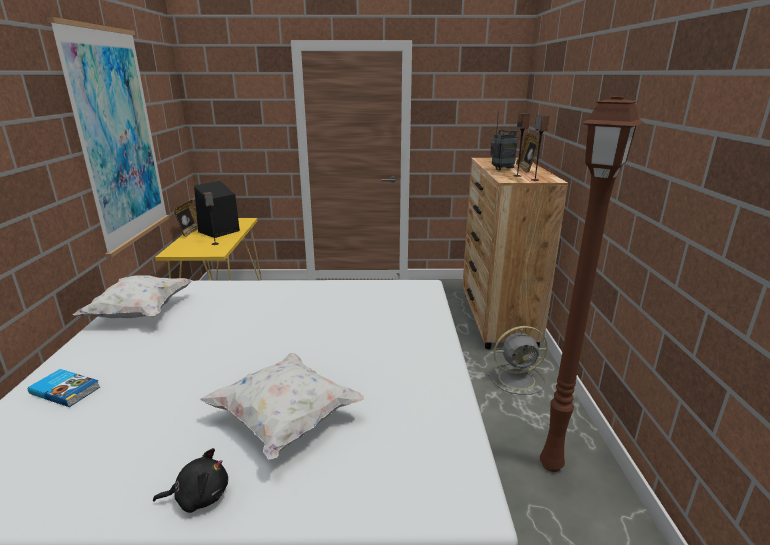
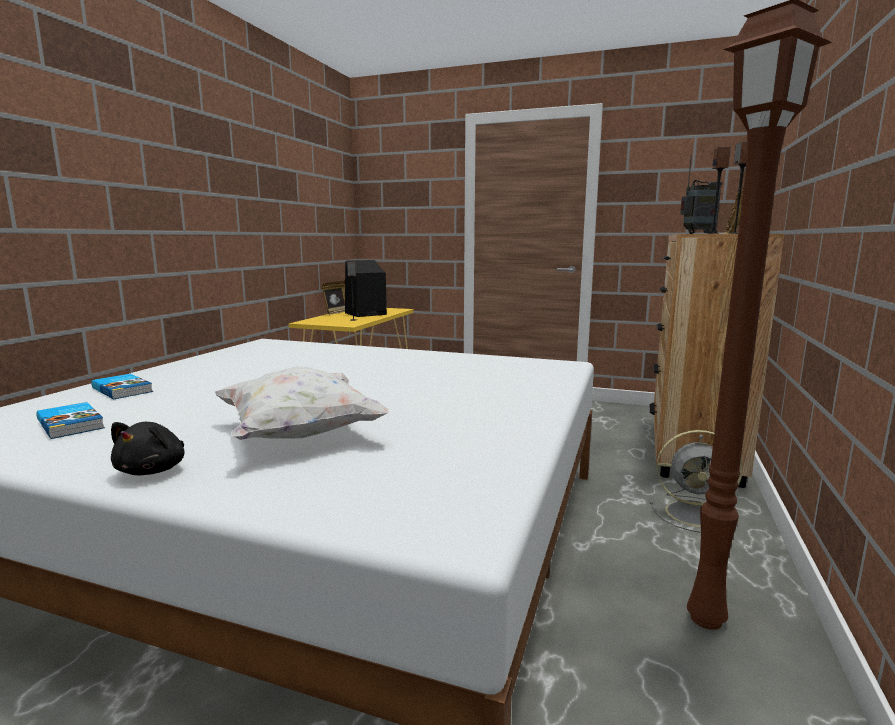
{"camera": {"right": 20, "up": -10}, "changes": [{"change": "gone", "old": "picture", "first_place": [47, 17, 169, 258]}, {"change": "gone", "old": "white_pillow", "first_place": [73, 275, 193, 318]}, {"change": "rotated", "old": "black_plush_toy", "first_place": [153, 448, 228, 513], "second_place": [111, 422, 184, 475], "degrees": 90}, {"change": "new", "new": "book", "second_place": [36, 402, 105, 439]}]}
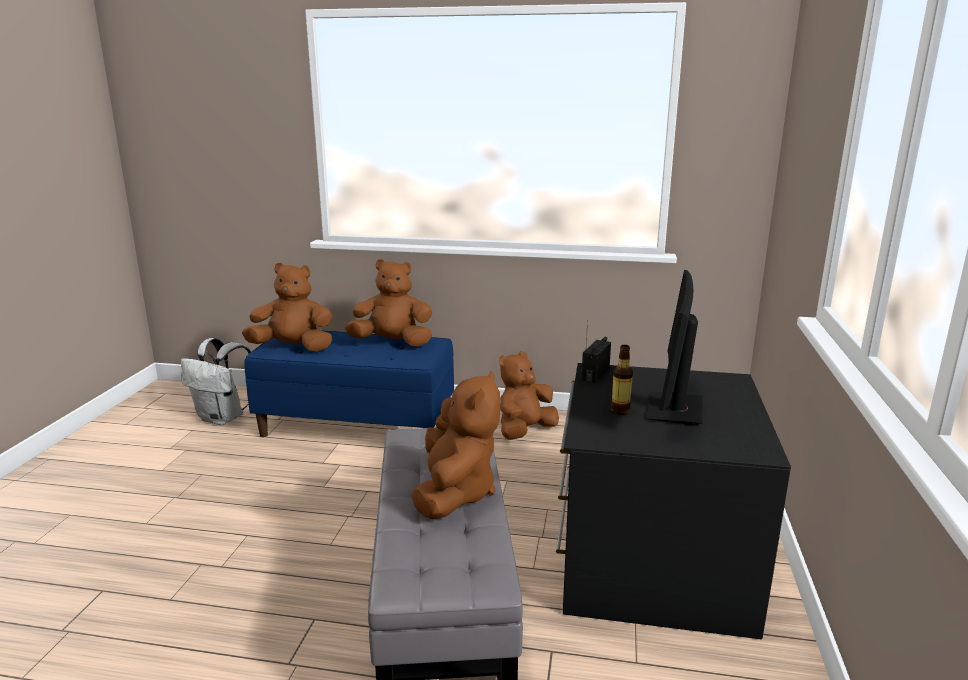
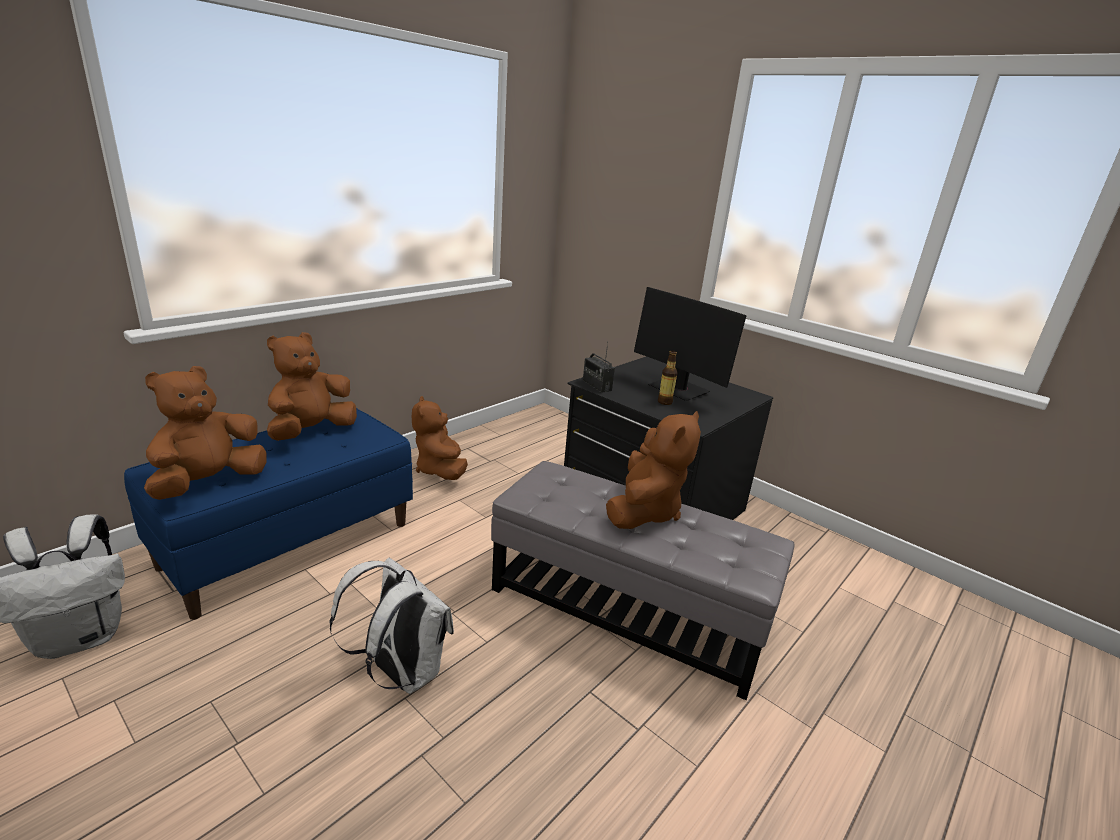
{"camera": {"right": -60, "up": 5}, "changes": [{"change": "rotated", "old": "brown_plush_toy", "first_place": [412, 370, 500, 519], "second_place": [606, 411, 701, 529], "degrees": 75}, {"change": "new", "new": "white_backpack", "second_place": [329, 557, 454, 694]}]}
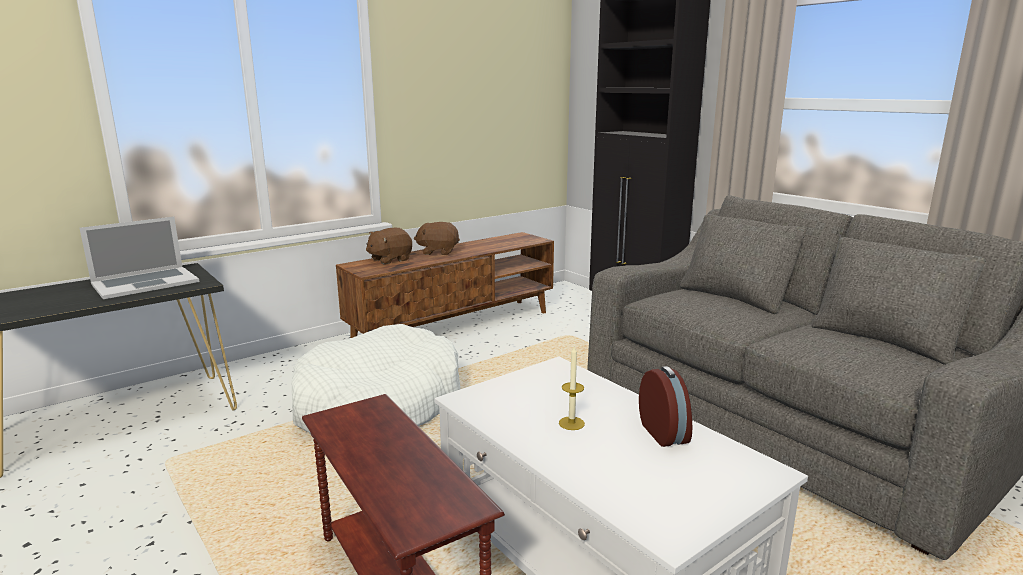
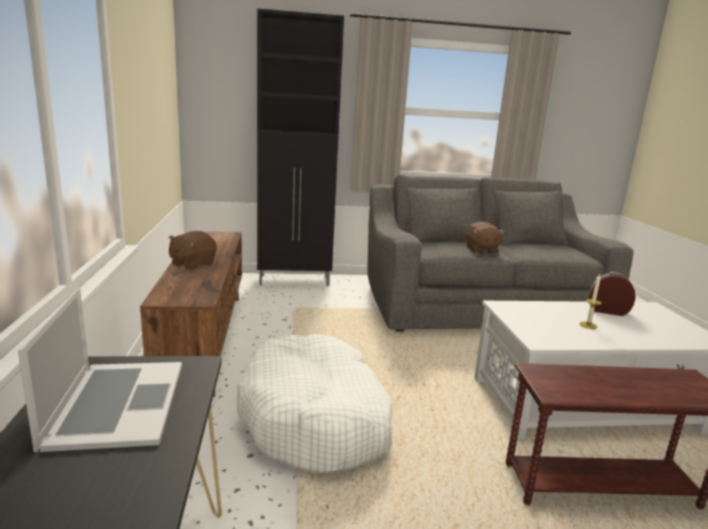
{"camera": {"right": -60, "up": 0}, "changes": [{"change": "shifted", "old": "brown_plush_toy", "first_place": [366, 228, 412, 265], "second_place": [466, 221, 505, 254]}]}
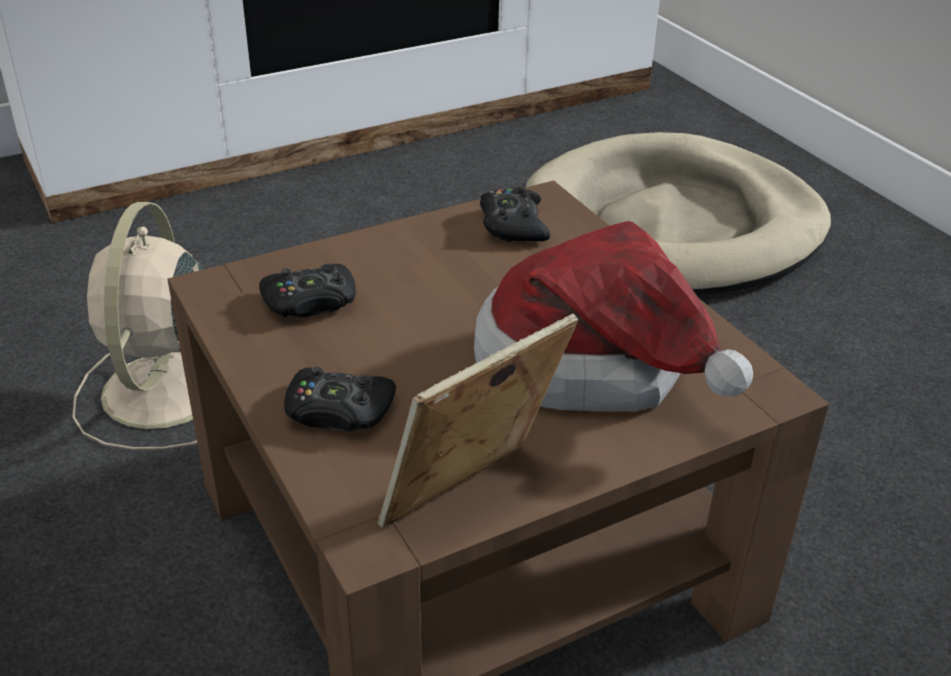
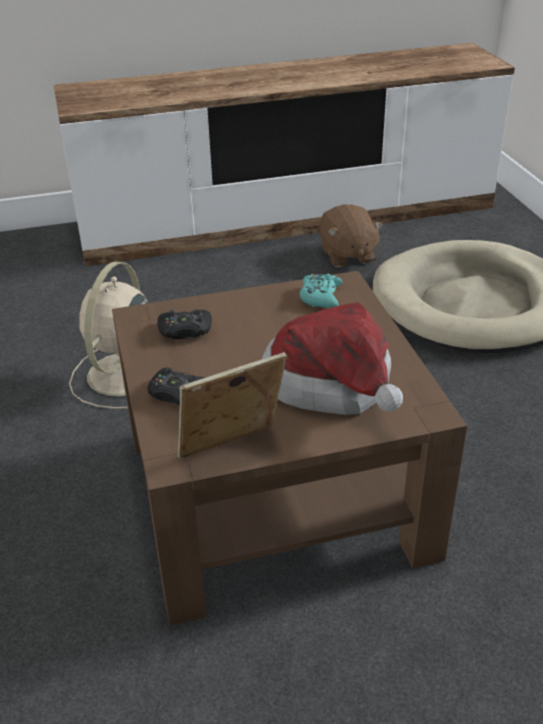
{"camera": {"right": 15, "up": 0}, "changes": [{"change": "repainted", "old": "black_game_controller", "new": "turquoise_game_controller", "first_place": [480, 187, 551, 242], "second_place": [300, 274, 343, 308]}, {"change": "new", "new": "brown_plush_toy", "second_place": [319, 204, 383, 268]}]}
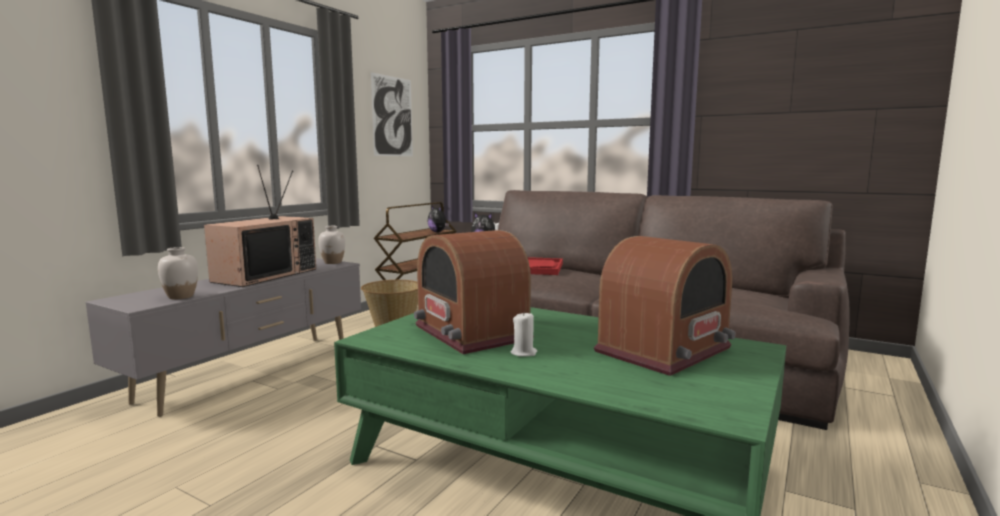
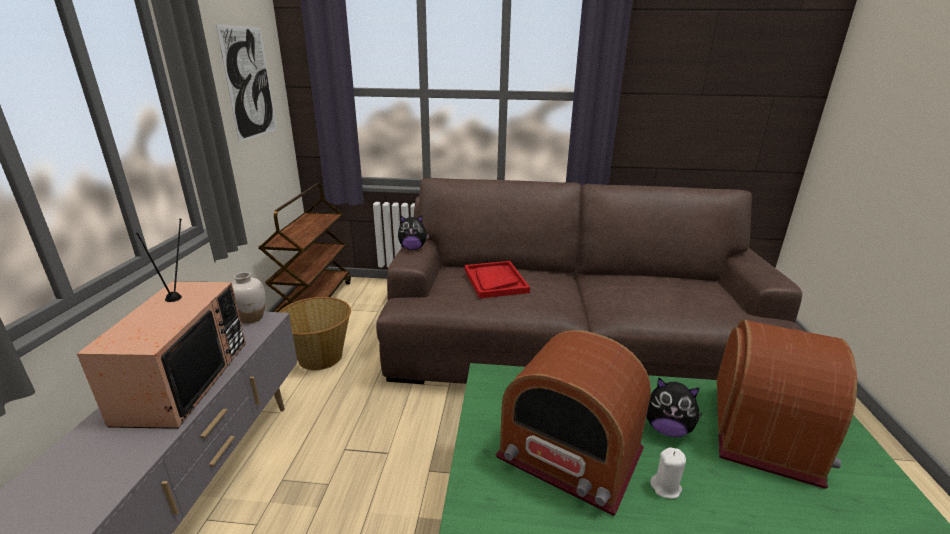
{"camera": {"right": -25, "up": 15}, "changes": [{"change": "gone", "old": "white_vase", "first_place": [158, 247, 198, 300]}, {"change": "shifted", "old": "plush_toy", "first_place": [427, 205, 449, 232], "second_place": [646, 378, 703, 437]}]}
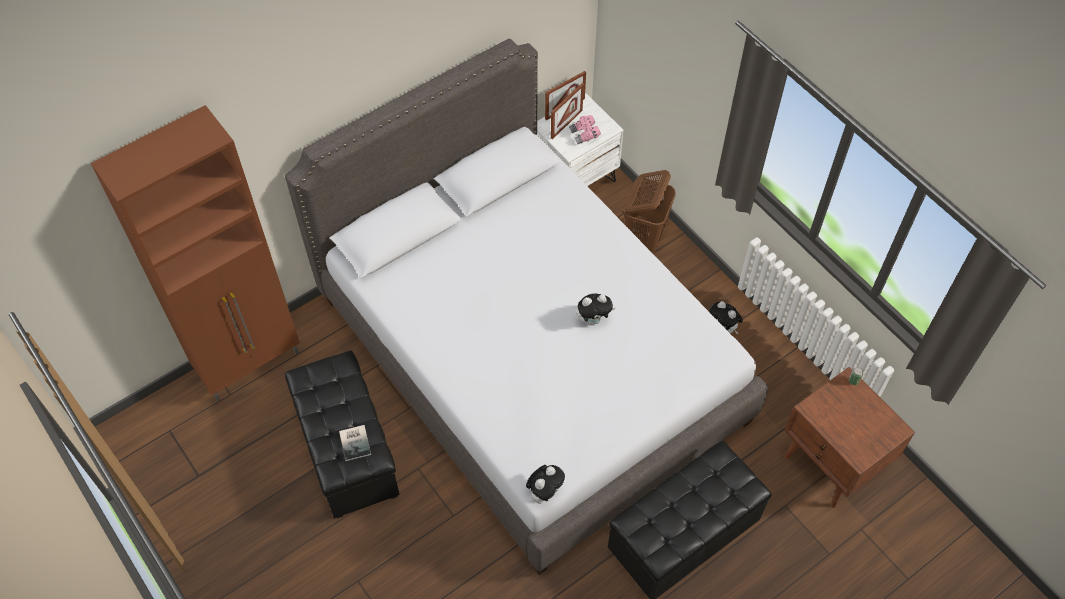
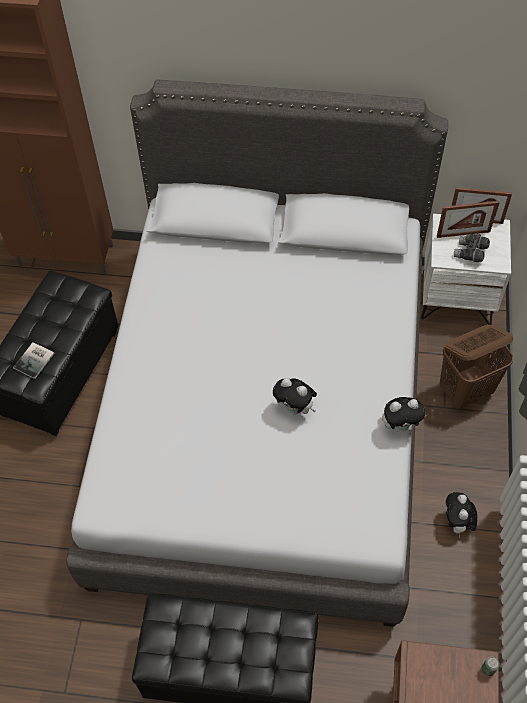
{"camera": {"right": 45, "up": 0}, "changes": [{"change": "shifted", "old": "plush_toy", "first_place": [526, 465, 565, 504], "second_place": [382, 397, 427, 432]}, {"change": "repainted", "old": "pink_binoculars", "new": "grey_binoculars", "first_place": [569, 115, 601, 144], "second_place": [454, 234, 490, 262]}]}
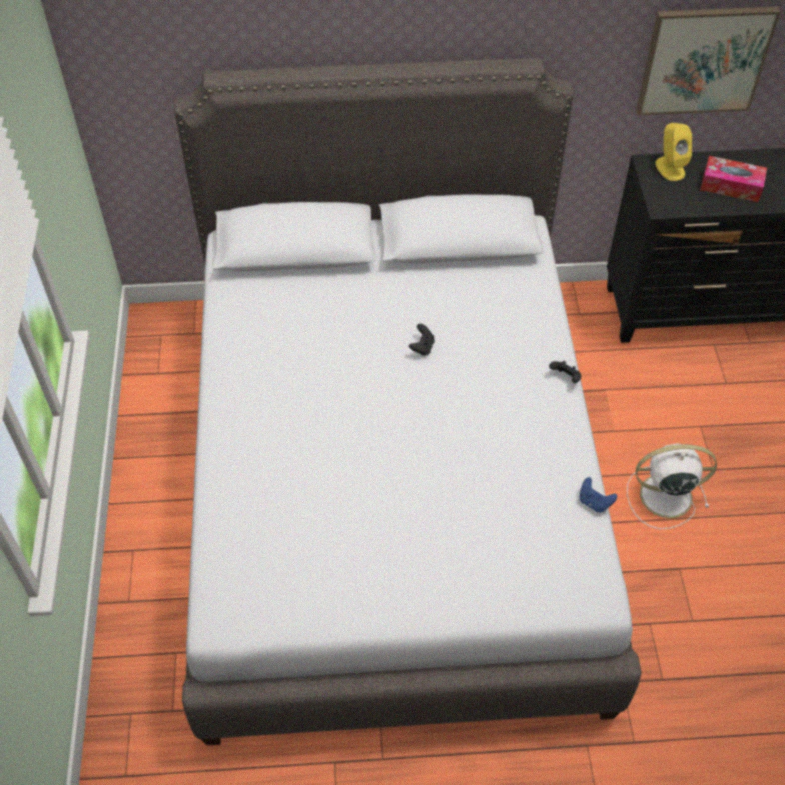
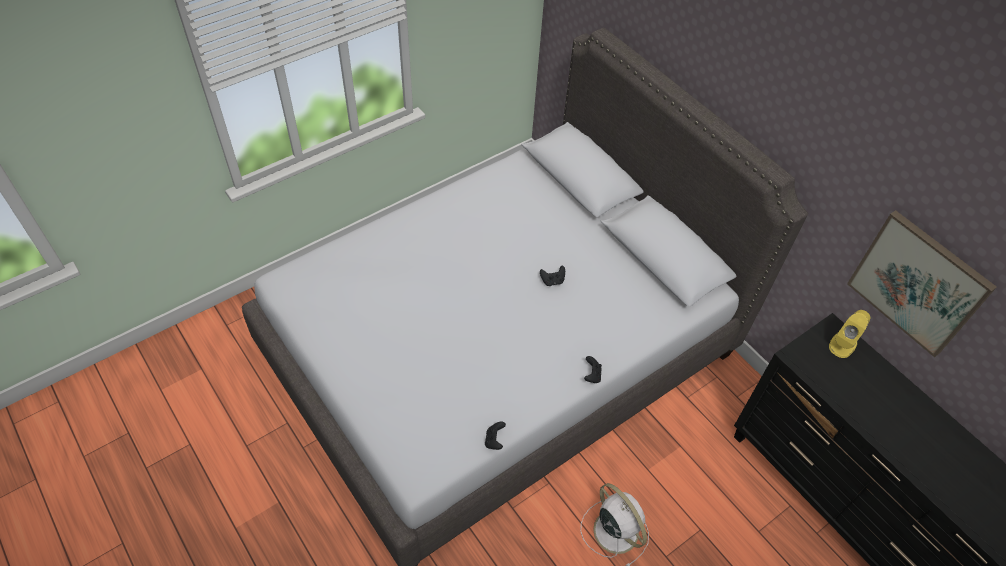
{"camera": {"right": 55, "up": 0}, "changes": [{"change": "repainted", "old": "blue_game_controller", "new": "black_game_controller", "first_place": [580, 477, 617, 513], "second_place": [485, 421, 506, 450]}, {"change": "gone", "old": "tissue_box", "first_place": [700, 156, 767, 202]}]}
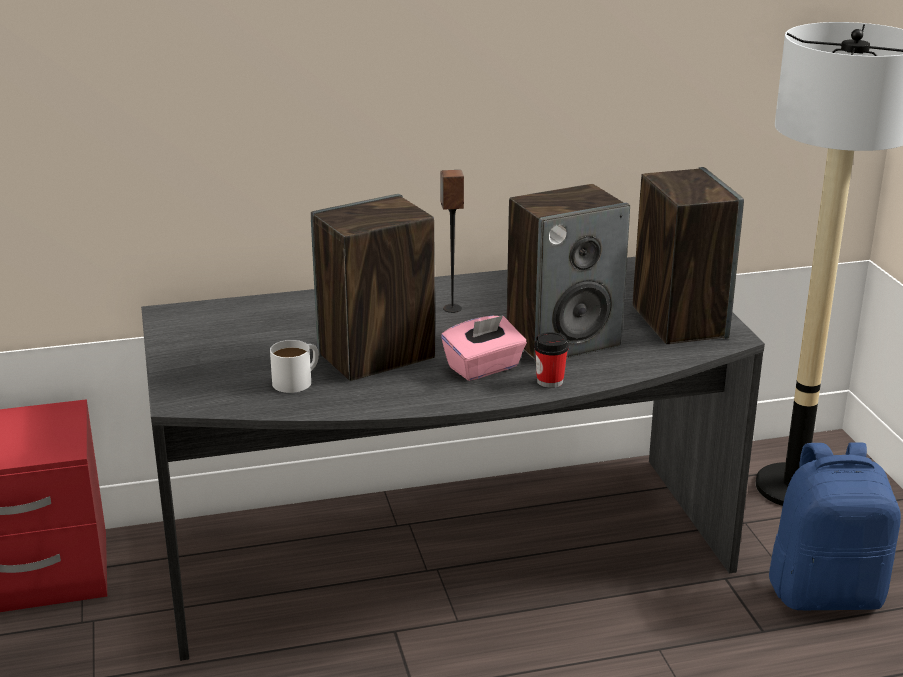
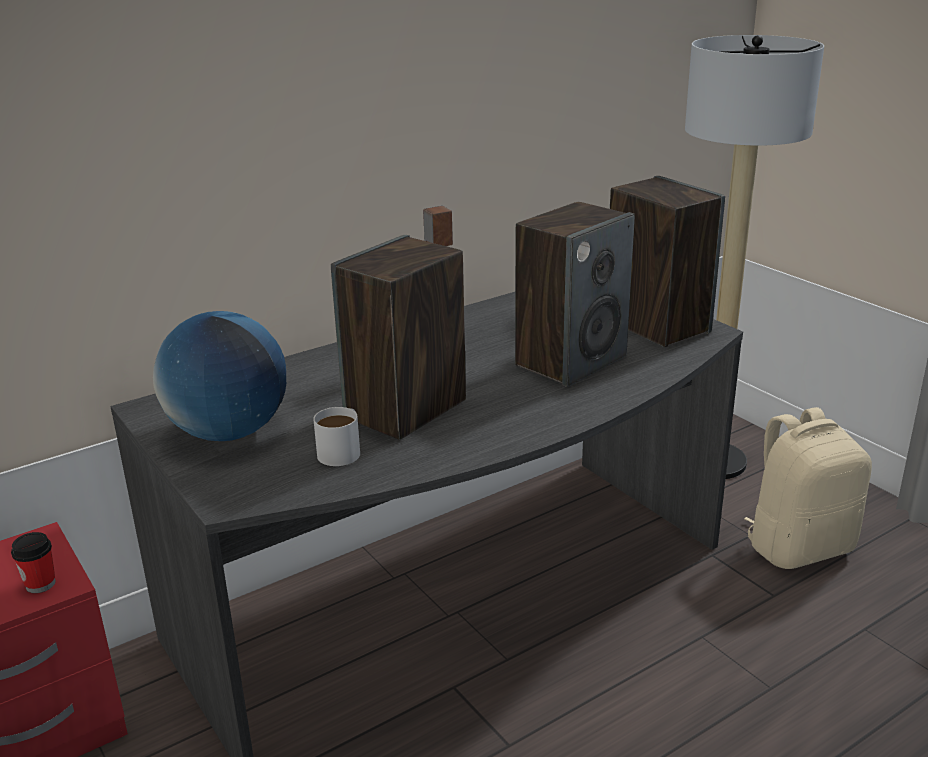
{"camera": {"right": -20, "up": 0}, "changes": [{"change": "gone", "old": "pink_tissue_box", "first_place": [441, 315, 527, 381]}, {"change": "shifted", "old": "cup", "first_place": [534, 332, 569, 388], "second_place": [11, 532, 56, 593]}, {"change": "repainted", "old": "blue_backpack", "new": "beige_backpack", "first_place": [769, 442, 901, 610], "second_place": [744, 407, 872, 569]}, {"change": "new", "new": "globe", "second_place": [153, 311, 286, 441]}]}
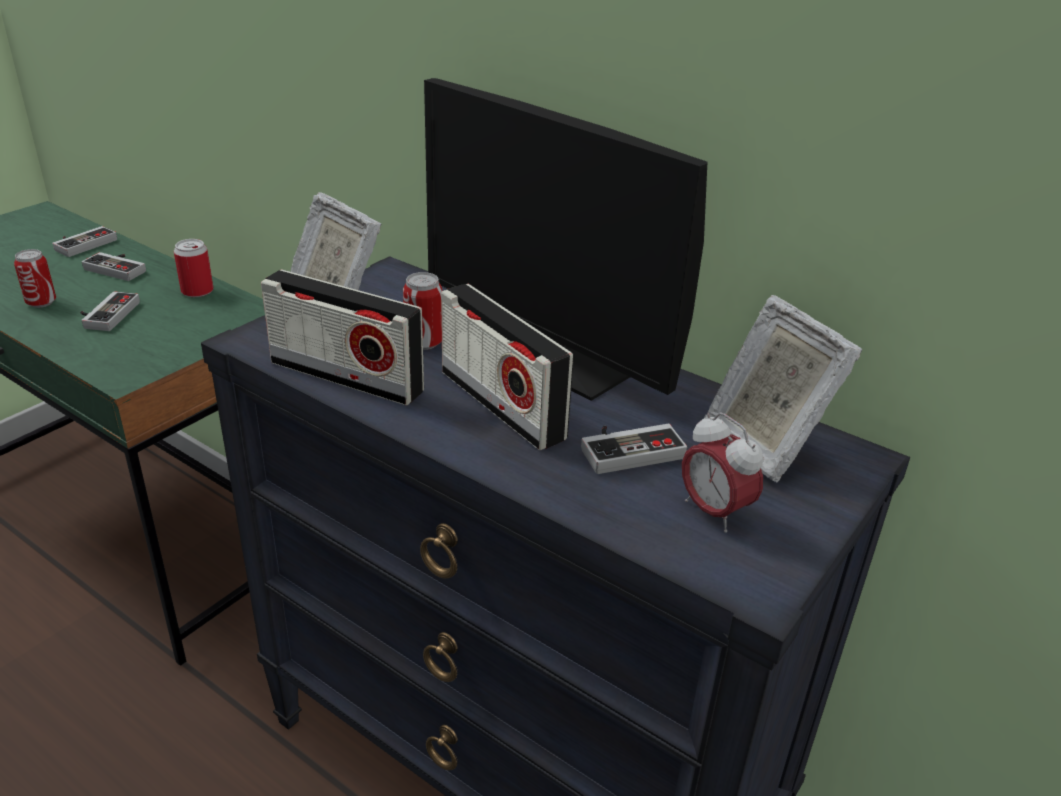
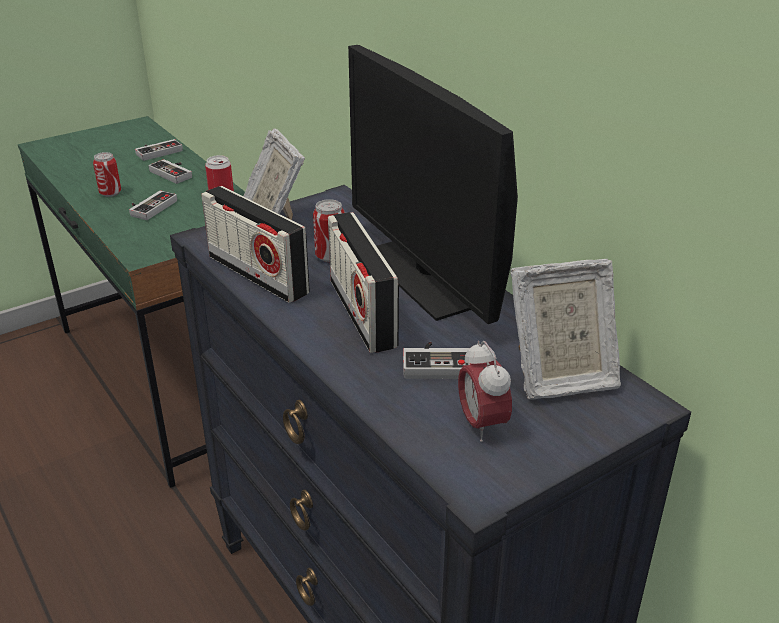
{"camera": {"right": 20, "up": 0}, "changes": [{"change": "rotated", "old": "picture_frame", "first_place": [704, 295, 863, 482], "second_place": [510, 259, 621, 400], "degrees": -90}]}
